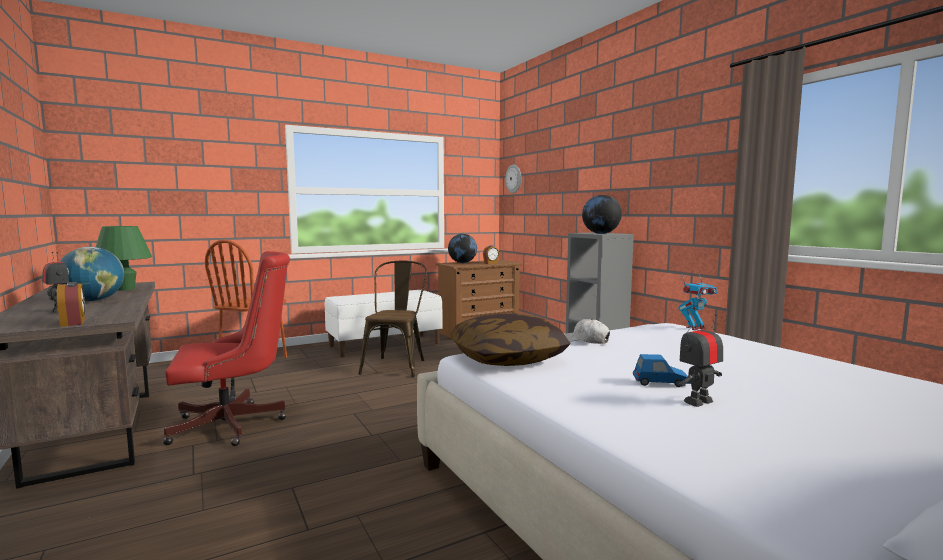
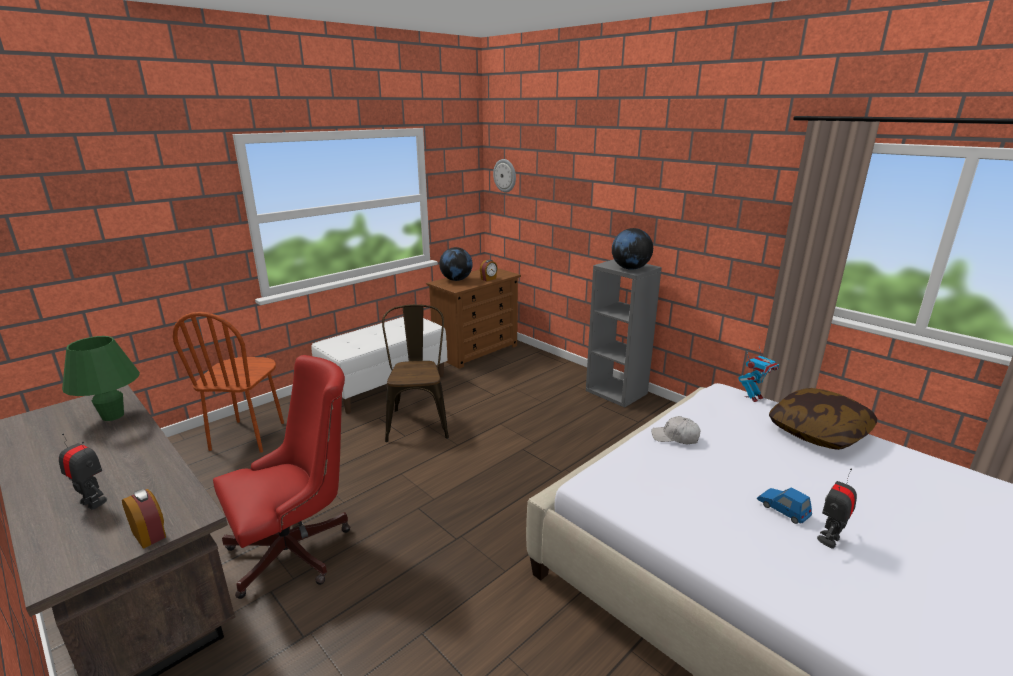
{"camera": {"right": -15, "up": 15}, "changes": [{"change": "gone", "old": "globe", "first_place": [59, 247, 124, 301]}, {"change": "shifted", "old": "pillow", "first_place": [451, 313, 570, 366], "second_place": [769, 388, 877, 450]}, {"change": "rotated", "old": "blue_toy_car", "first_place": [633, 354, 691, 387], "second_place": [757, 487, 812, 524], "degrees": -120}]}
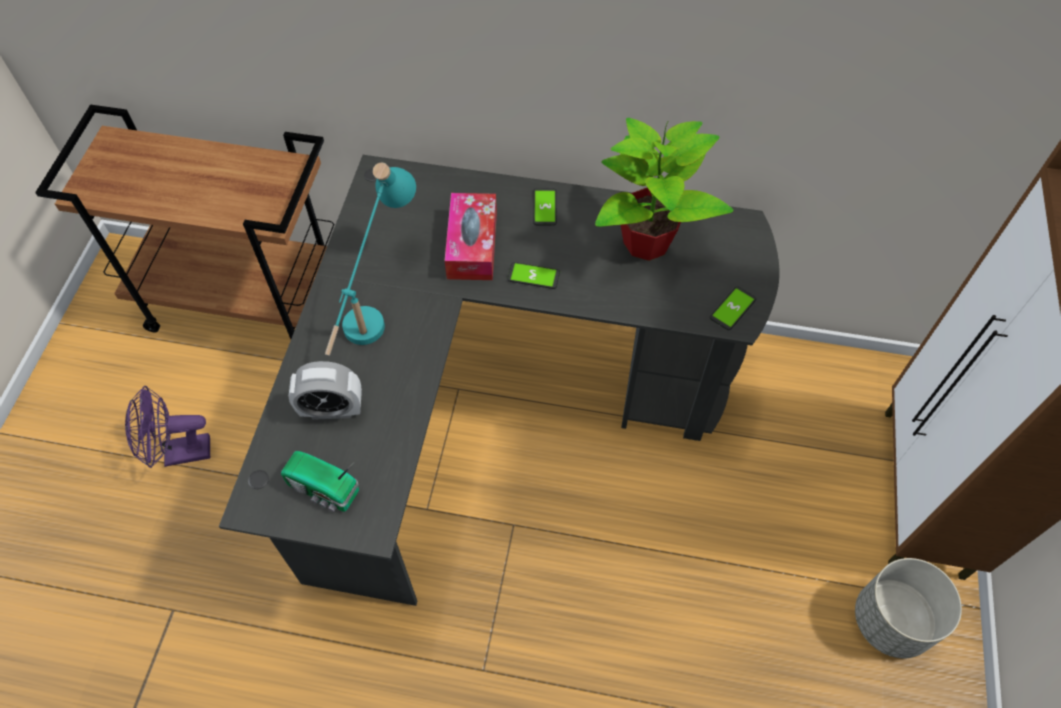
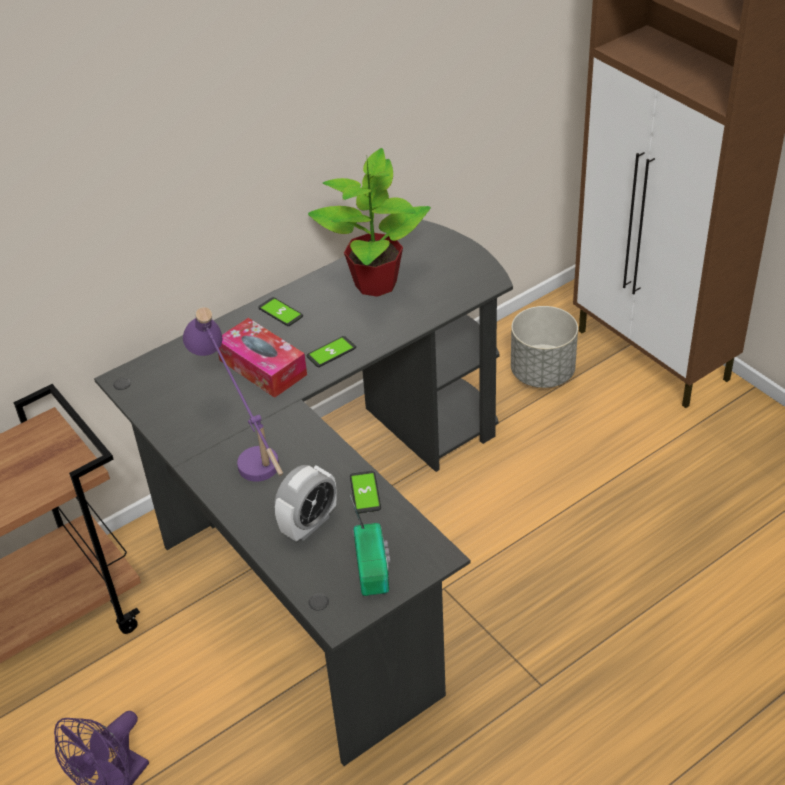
{"camera": {"right": -45, "up": -15}, "changes": [{"change": "rotated", "old": "radio", "first_place": [281, 451, 359, 512], "second_place": [350, 495, 390, 596], "degrees": -75}, {"change": "repainted", "old": "turquoise_table_lamp", "new": "purple_table_lamp", "first_place": [325, 163, 416, 356], "second_place": [183, 307, 283, 482]}, {"change": "shifted", "old": "phone", "first_place": [710, 286, 756, 330], "second_place": [350, 471, 381, 513]}, {"change": "shifted", "old": "grey_planter", "first_place": [855, 558, 962, 658], "second_place": [511, 306, 578, 388]}]}
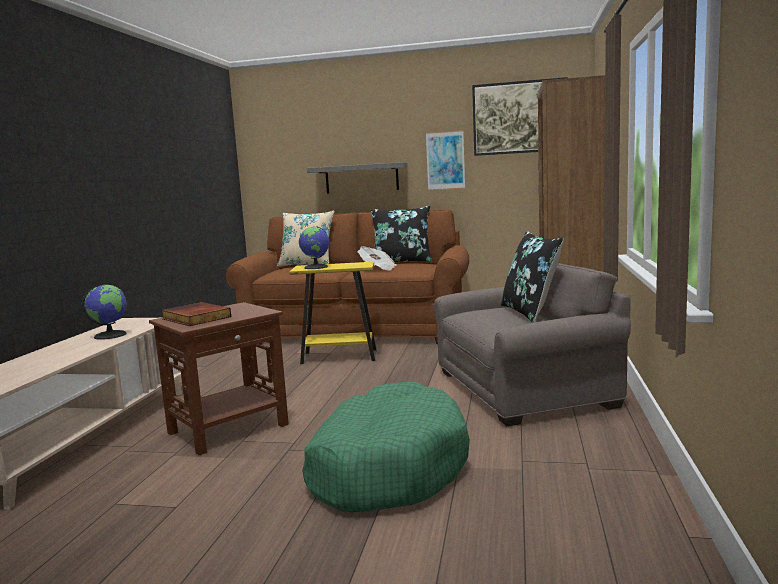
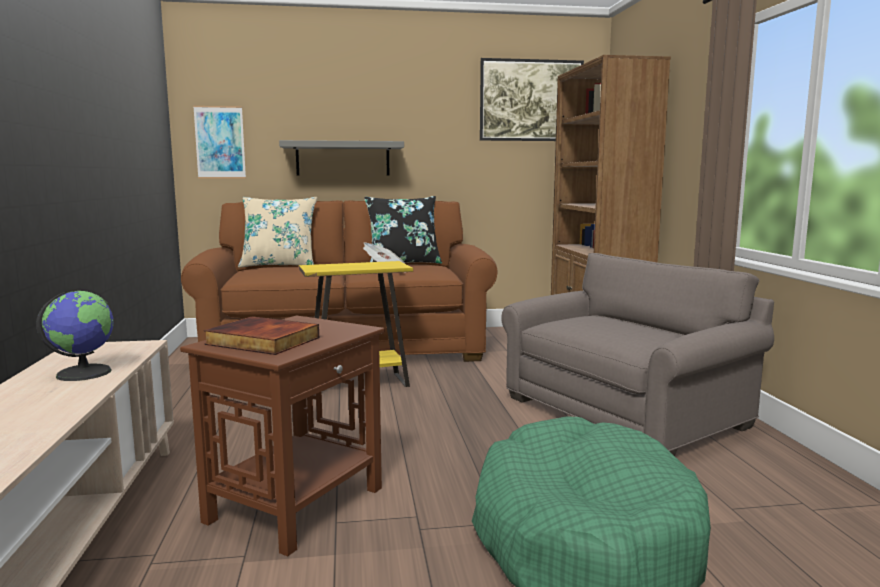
{"camera": {"right": -20, "up": 0}, "changes": [{"change": "gone", "old": "globe", "first_place": [299, 226, 329, 269]}, {"change": "shifted", "old": "picture", "first_place": [426, 130, 465, 190], "second_place": [193, 106, 246, 178]}, {"change": "gone", "old": "black_pillow", "first_place": [501, 231, 564, 323]}]}
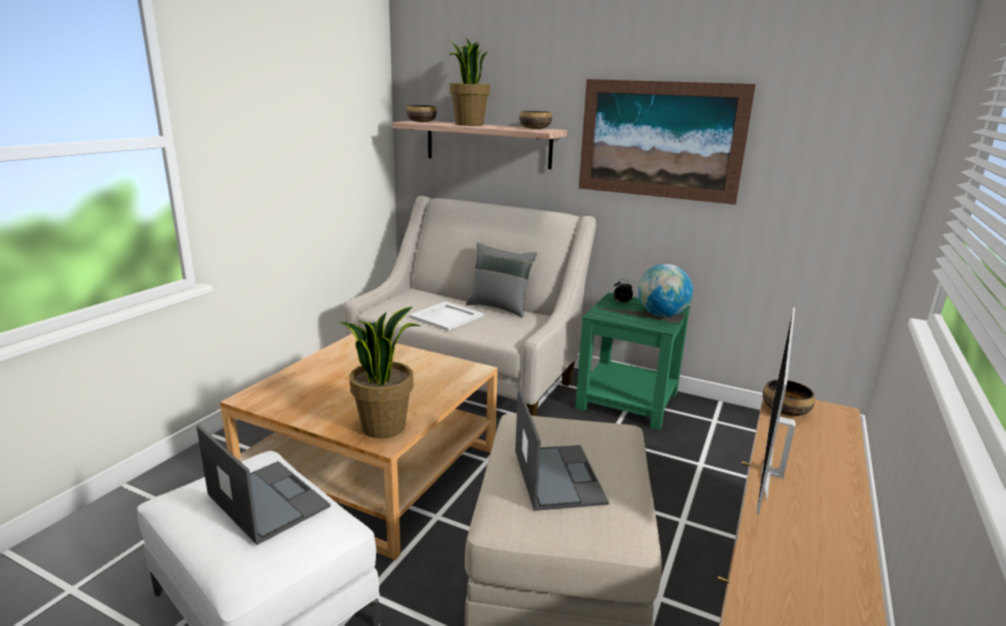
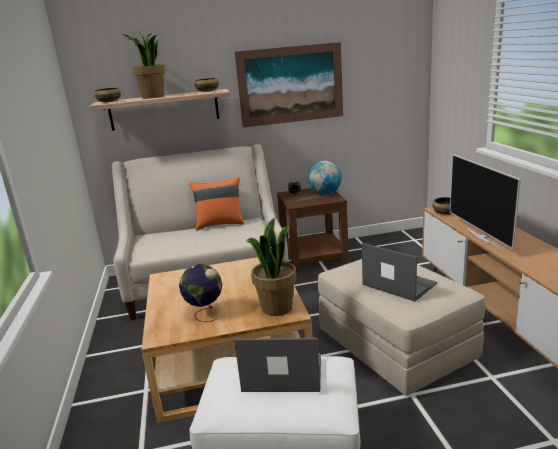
{"camera": {"right": -35, "up": 0}, "changes": [{"change": "gone", "old": "white_tray", "first_place": [409, 301, 484, 331]}, {"change": "repainted", "old": "grey_pillow", "new": "orange_pillow", "first_place": [466, 242, 537, 318], "second_place": [189, 177, 244, 231]}, {"change": "repainted", "old": "green_side_table", "new": "brown_side_table", "first_place": [575, 292, 690, 430], "second_place": [277, 188, 349, 272]}, {"change": "new", "new": "globe", "second_place": [179, 264, 222, 322]}]}
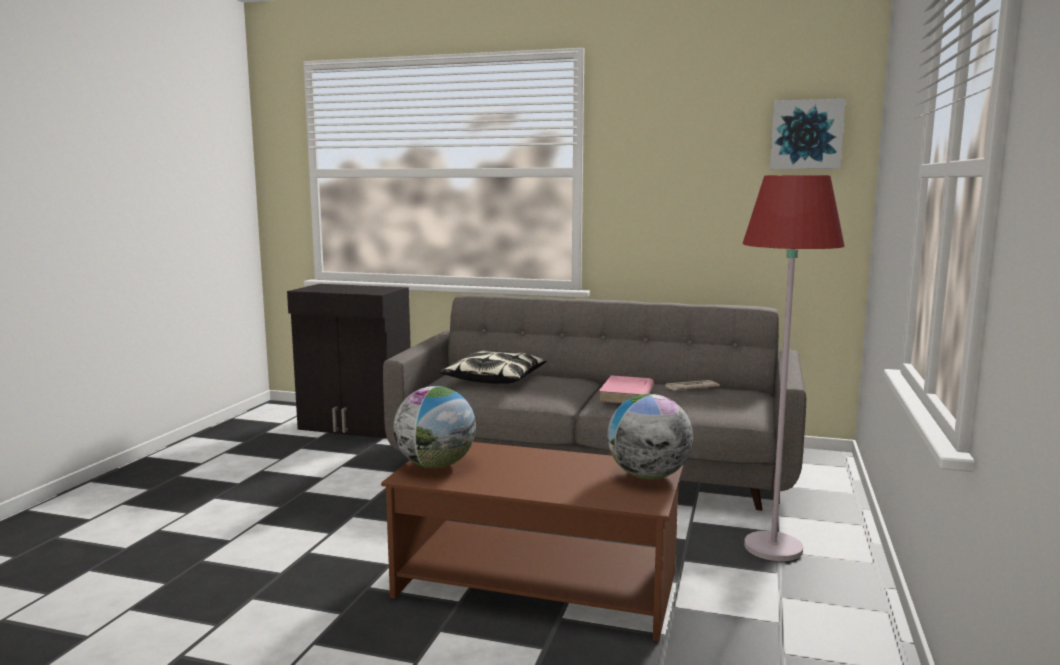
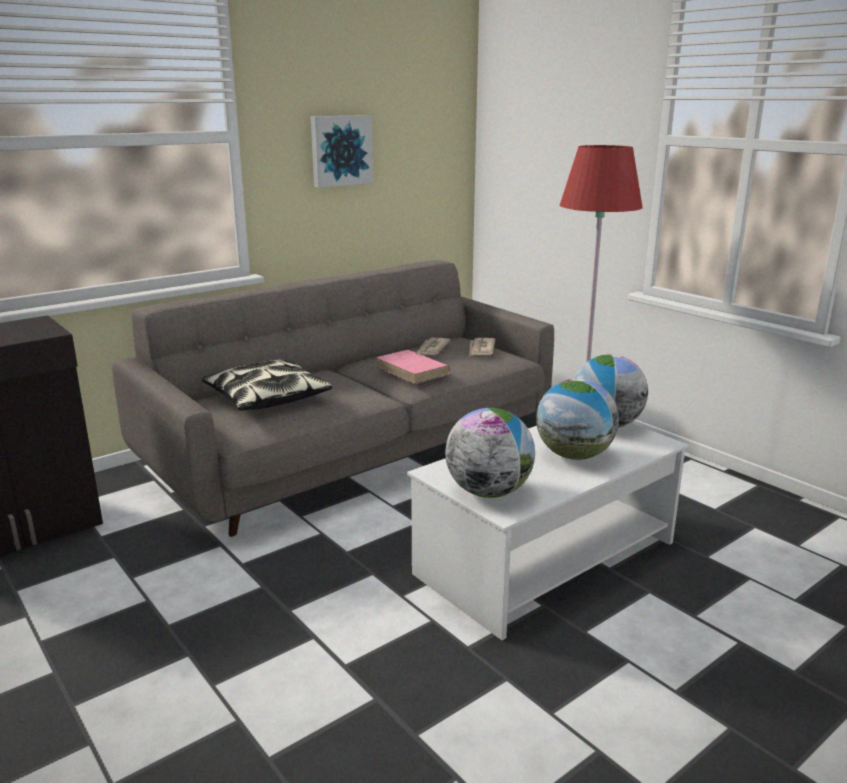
{"camera": {"right": -55, "up": 10}, "changes": [{"change": "repainted", "old": "brown_coffee_table", "new": "white_coffee_table", "first_place": [381, 442, 684, 642], "second_place": [407, 423, 689, 640]}, {"change": "shifted", "old": "picture", "first_place": [770, 99, 846, 169], "second_place": [311, 115, 373, 188]}, {"change": "new", "new": "newspaper", "second_place": [469, 338, 495, 356]}, {"change": "new", "new": "globe", "second_place": [536, 379, 619, 460]}]}
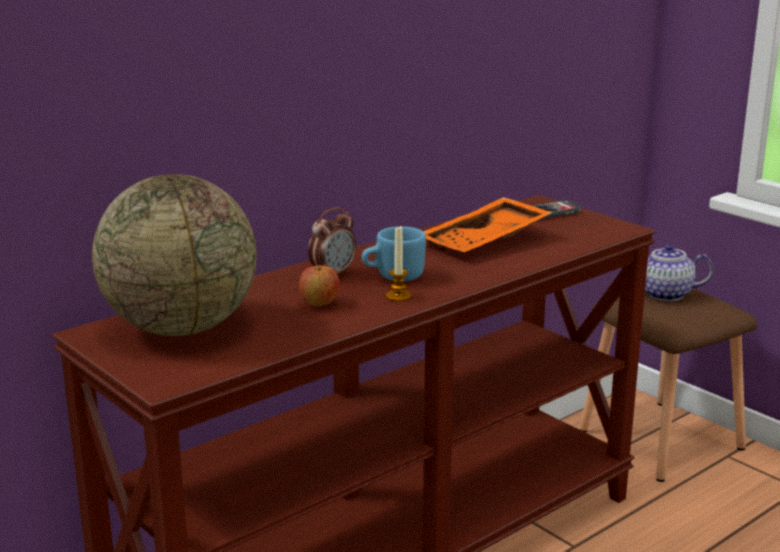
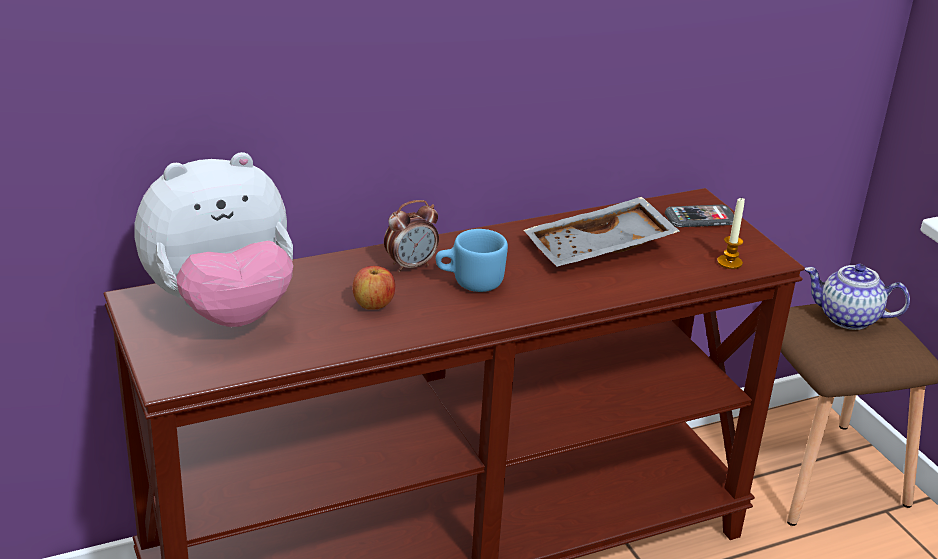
{"camera": {"right": 15, "up": 10}, "changes": [{"change": "swapped", "old": "globe", "new": "plush_toy", "first_place": [92, 174, 257, 336], "second_place": [134, 152, 293, 327]}, {"change": "shifted", "old": "candle", "first_place": [386, 225, 411, 301], "second_place": [717, 197, 745, 269]}, {"change": "repainted", "old": "orange_tray", "new": "grey_tray", "first_place": [424, 197, 553, 253], "second_place": [523, 197, 680, 267]}]}
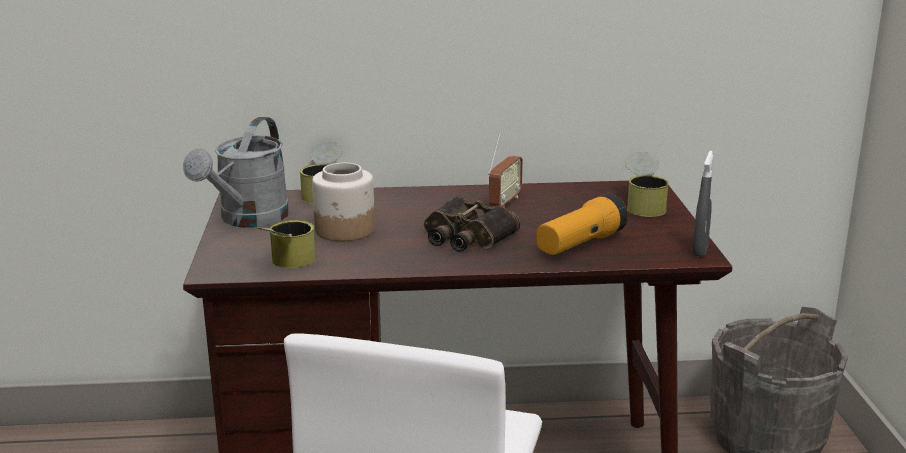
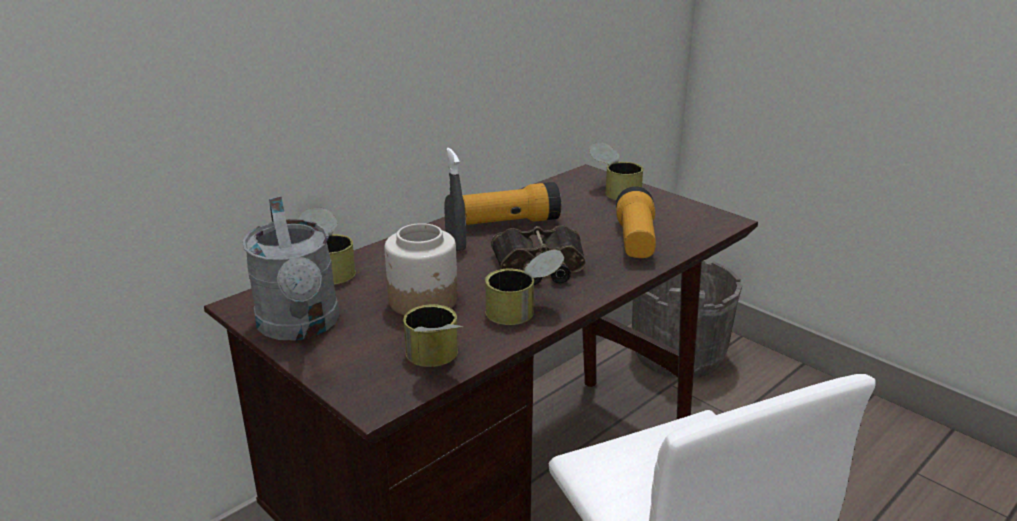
{"camera": {"right": -40, "up": 5}, "changes": [{"change": "swapped", "old": "radio", "new": "flashlight", "first_place": [488, 131, 523, 208], "second_place": [462, 182, 561, 225]}, {"change": "shifted", "old": "grey_spray_bottle", "first_place": [692, 151, 713, 257], "second_place": [444, 148, 466, 251]}, {"change": "new", "new": "can", "second_place": [485, 250, 564, 325]}]}
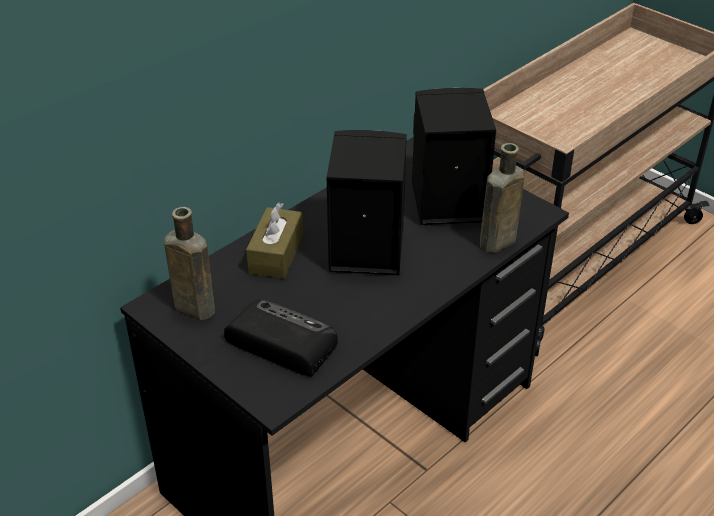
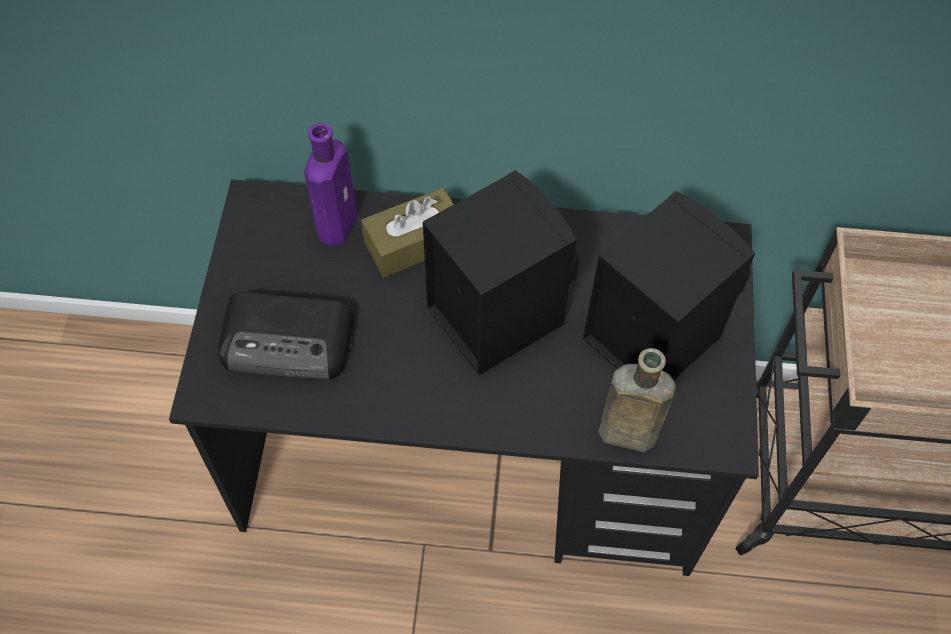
{"camera": {"right": 50, "up": 20}, "changes": [{"change": "gone", "old": "brown_bottle", "first_place": [164, 207, 215, 320]}, {"change": "rotated", "old": "radio", "first_place": [224, 300, 338, 377], "second_place": [219, 292, 354, 380], "degrees": 105}, {"change": "new", "new": "purple_bottle", "second_place": [304, 123, 358, 246]}]}
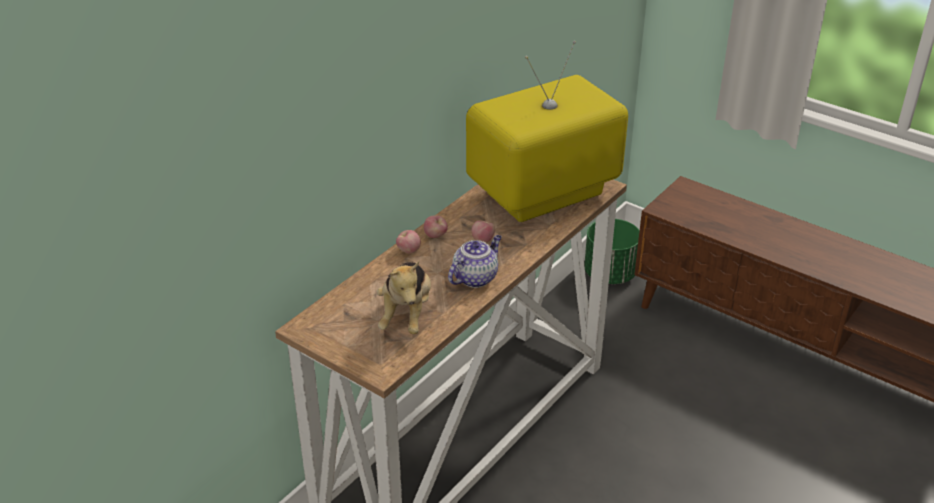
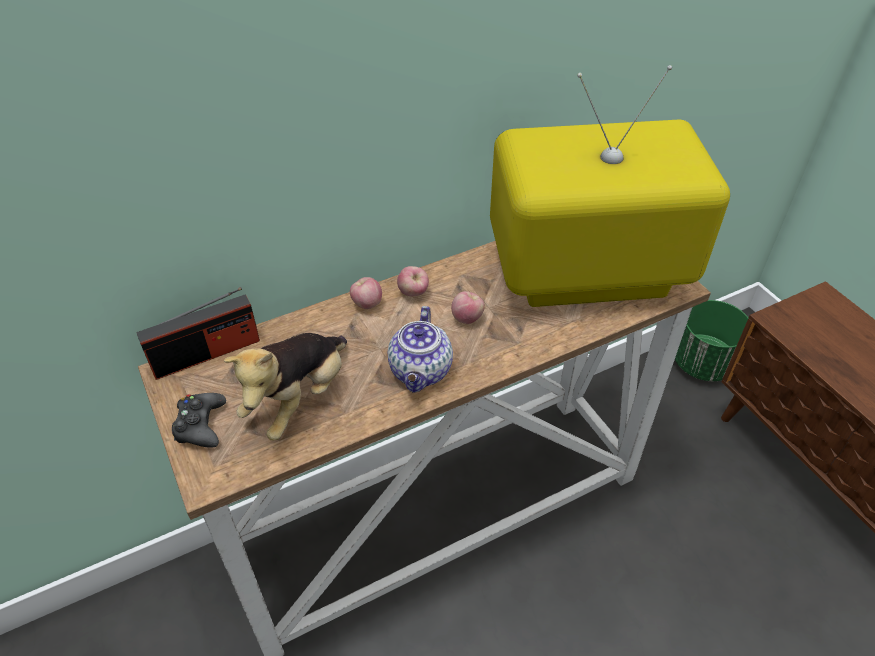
{"camera": {"right": 25, "up": 10}, "changes": [{"change": "rotated", "old": "teapot", "first_place": [448, 235, 502, 288], "second_place": [388, 306, 453, 392], "degrees": 120}, {"change": "new", "new": "radio", "second_place": [136, 287, 260, 380]}, {"change": "new", "new": "black_game_controller", "second_place": [172, 393, 226, 448]}]}
